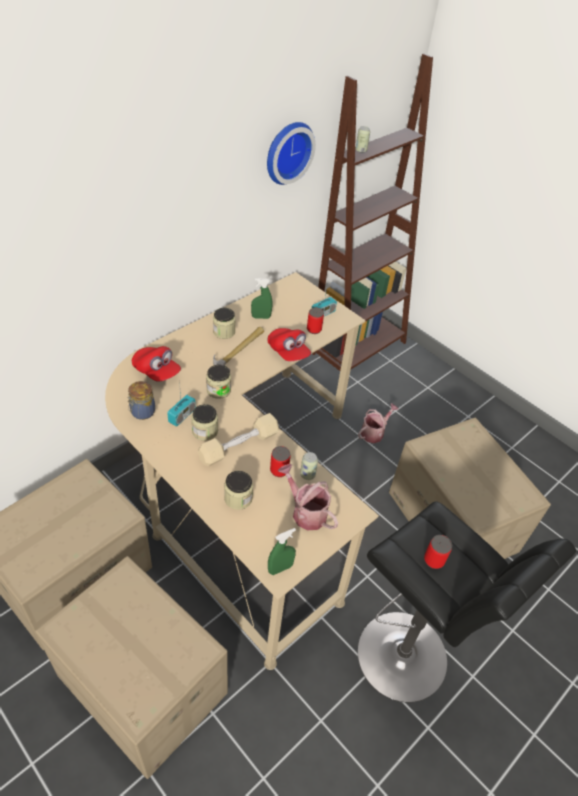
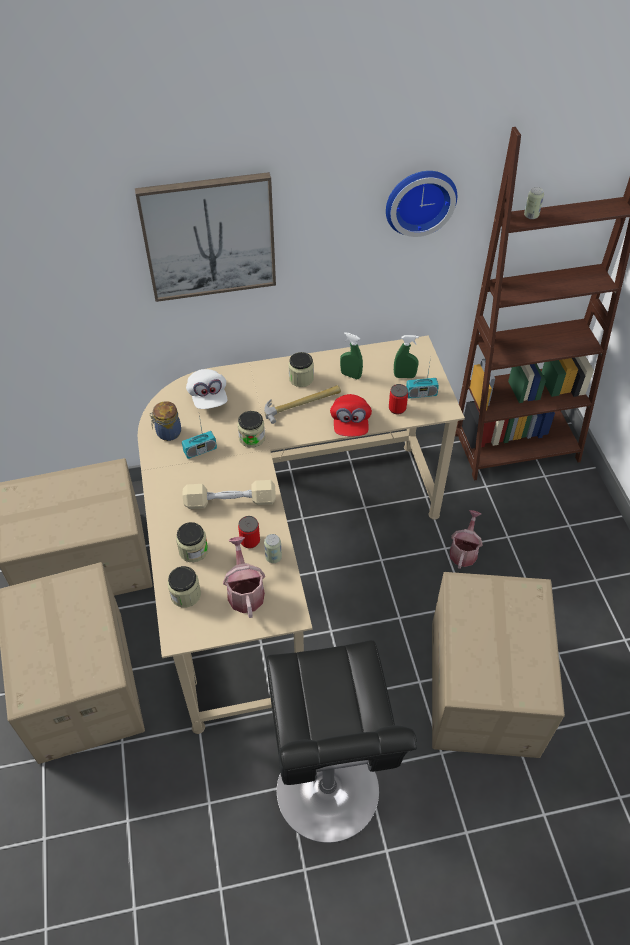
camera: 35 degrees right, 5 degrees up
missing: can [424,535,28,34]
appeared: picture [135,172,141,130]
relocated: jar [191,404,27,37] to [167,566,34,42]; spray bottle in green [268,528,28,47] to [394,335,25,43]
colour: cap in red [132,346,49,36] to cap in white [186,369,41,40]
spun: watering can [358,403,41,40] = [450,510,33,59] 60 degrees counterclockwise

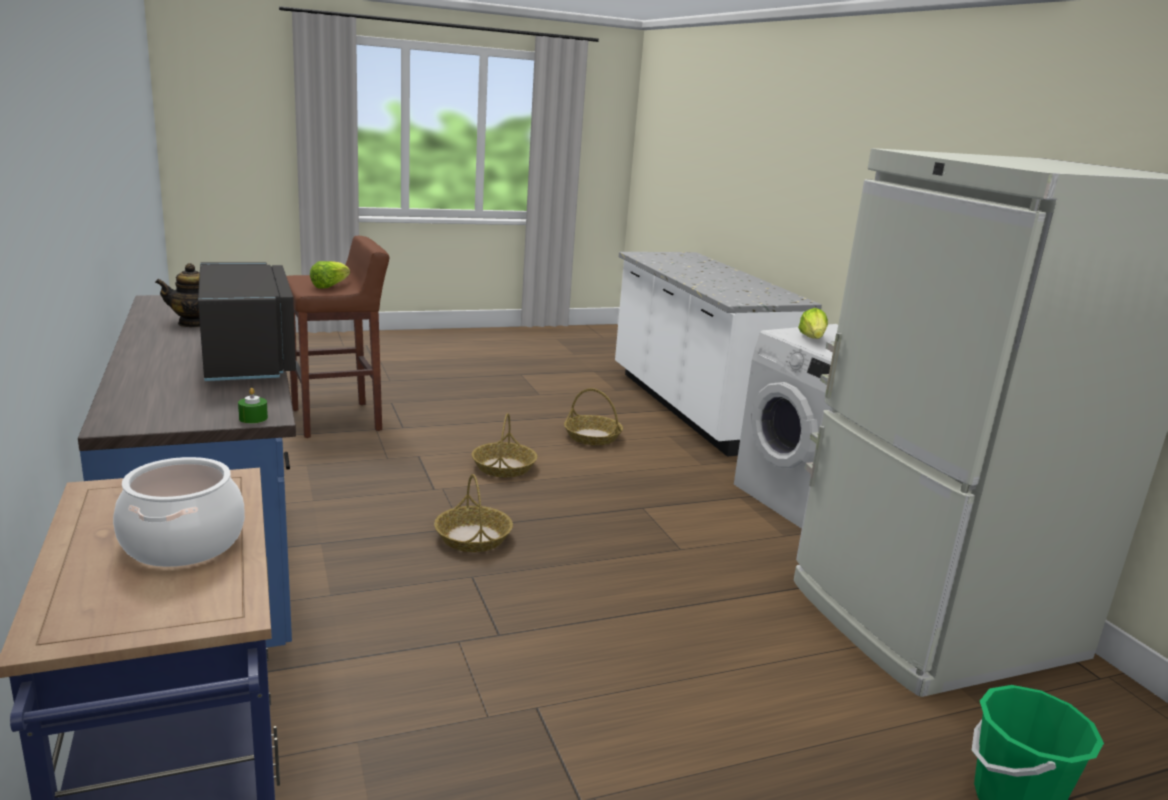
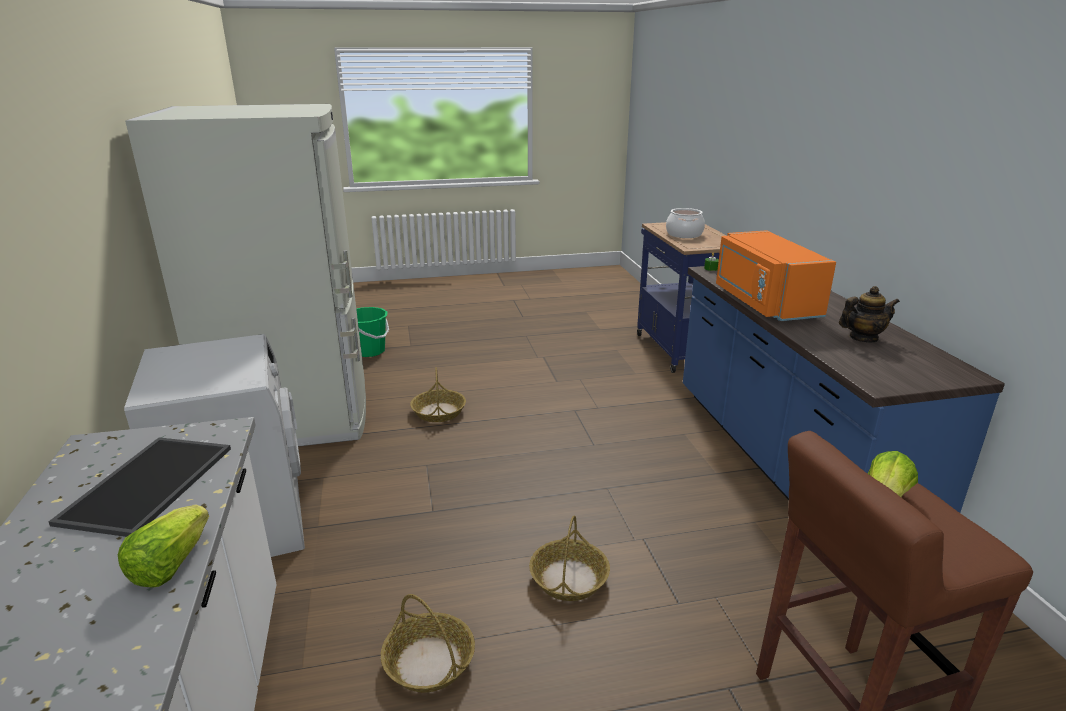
camera: 170 degrees left, 5 degrees up
appeared: tray [48,437,183,100]
relocated: basket [434,474,79,78] to [410,367,56,55]; lettuce [798,308,30,31] to [118,505,91,82]
colour: microwave in black [198,262,98,119] to microwave in orange [716,230,120,91]

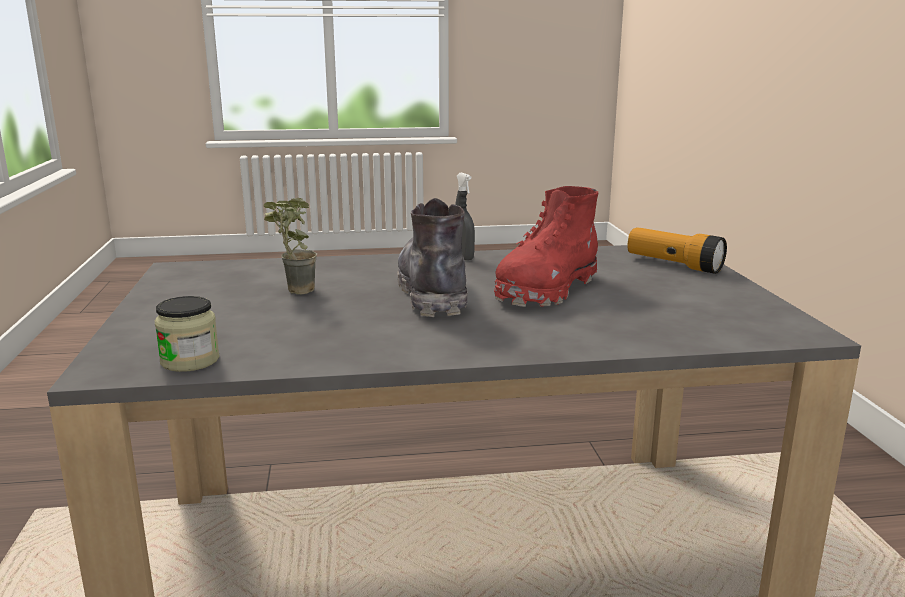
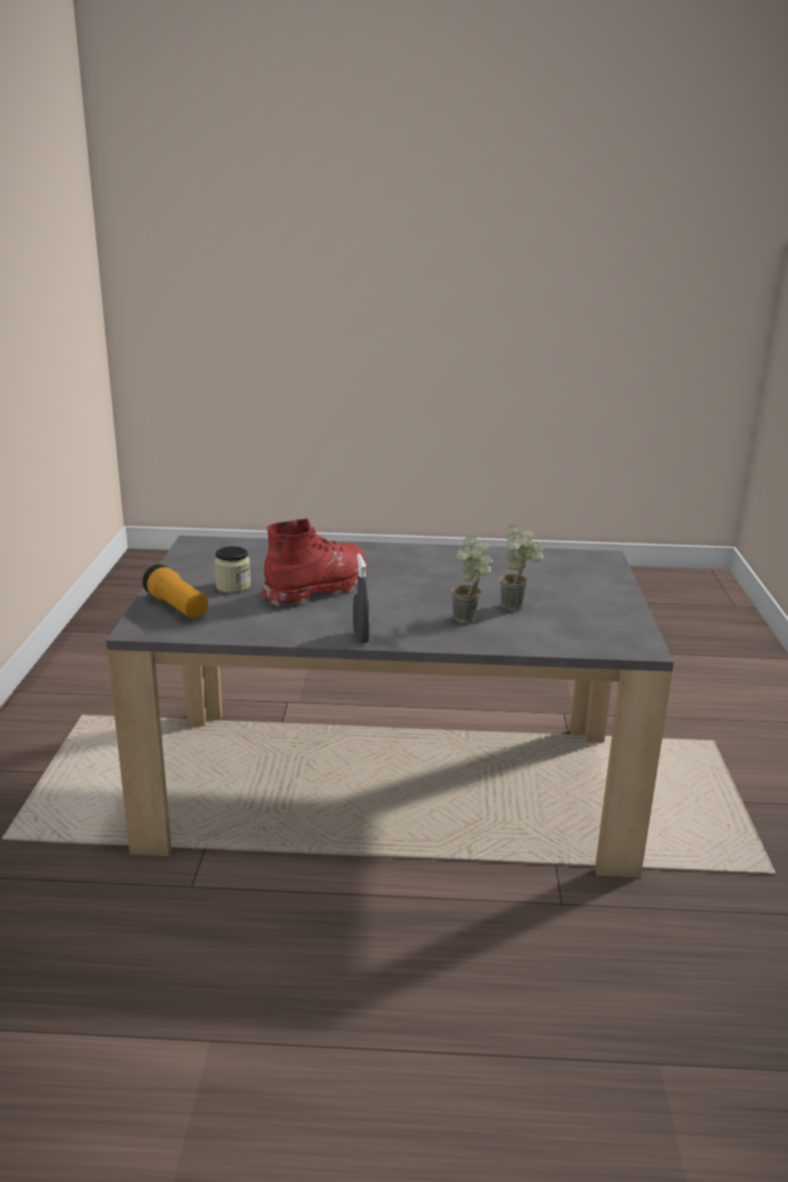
camera: 170 degrees left, 5 degrees up
missing: boot in grey [397,198,71,119]
appeared: potted plant [451,534,42,89]
relocated: jar [155,296,64,76] to [214,546,37,47]

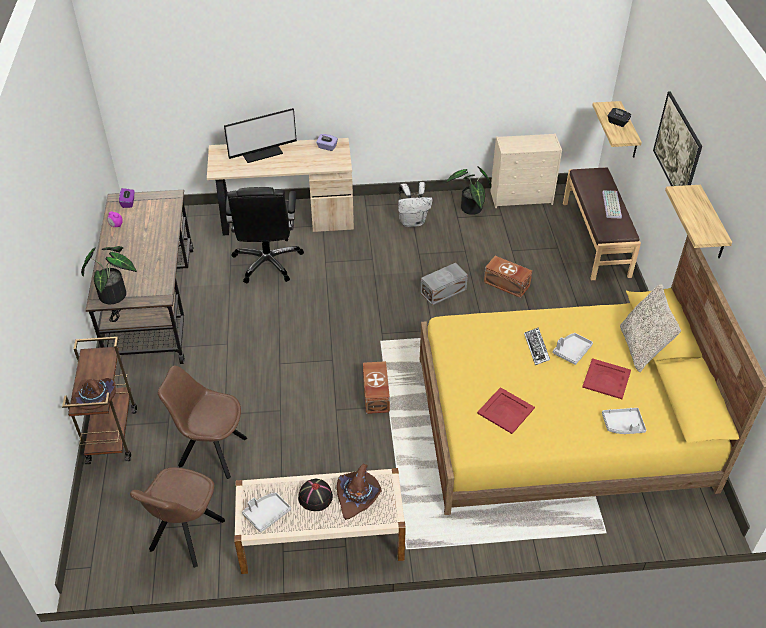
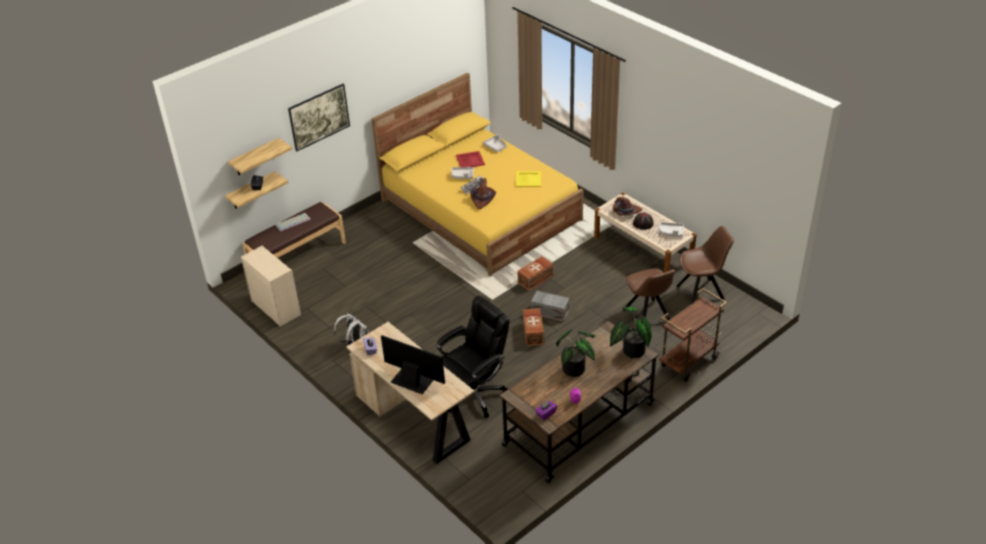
camera: 125 degrees left, 5 degrees down
missing: pillow in beige [620,284,61,88]
relocated: hat in brown [72,378,44,32] to [470,178,27,31]; storage box in grey [420,263,48,42] to [531,291,38,31]; potted plant [446,166,46,49] to [556,329,40,48]; storage box in brown [484,256,48,42] to [523,308,21,38]; shelf [665,185,67,73] to [228,138,64,37]
colour: tray in red [477,387,58,47] to tray in yellow [516,171,25,16]

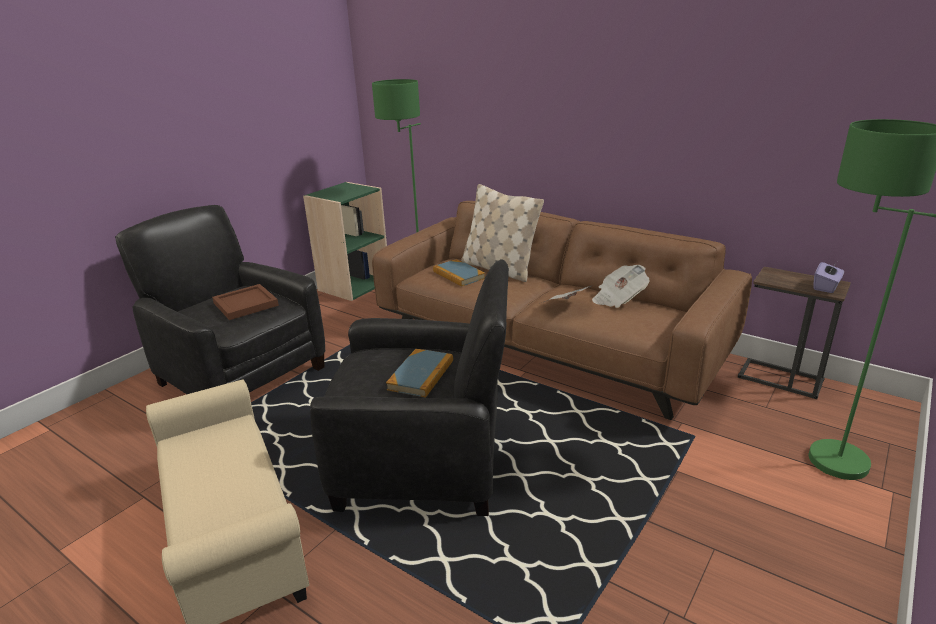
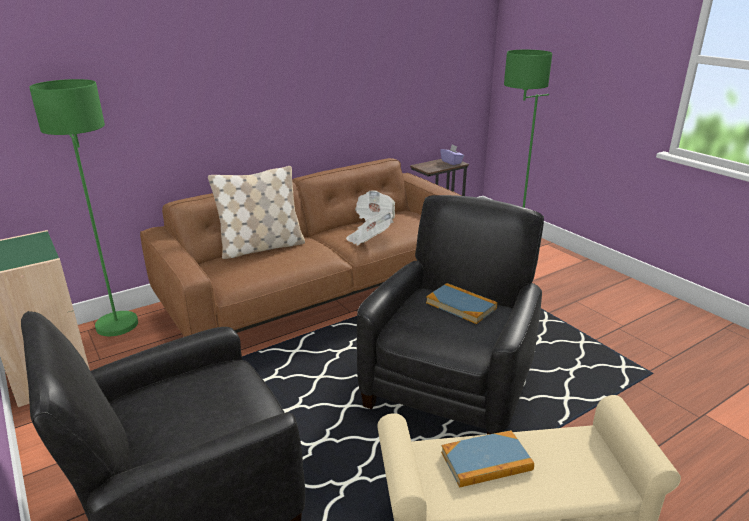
camera: 70 degrees left, 0 degrees up
missing: tray in brown [212,284,67,36]
relocated: book [433,259,52,27] to [441,430,93,58]

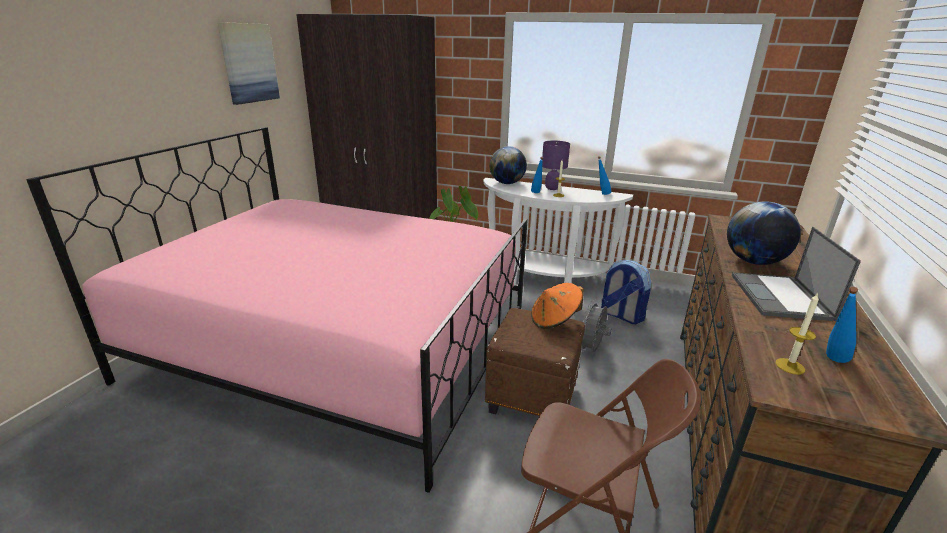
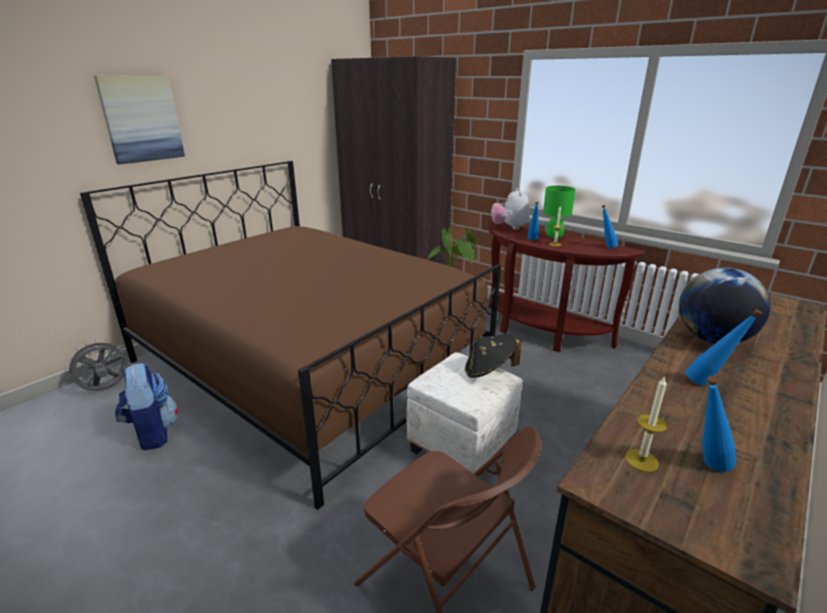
camera: 20 degrees right, 0 degrees up
relocated: picture [218,22,62,83] to [94,76,91,88]; fan in grey [581,300,31,52] to [65,339,64,52]; backpack [601,260,50,64] to [115,363,63,87]
exchanged: globe [490,146,37,38] to plush toy [491,188,39,42]; laptop [732,227,129,94] to bottle in blue [685,309,77,77]
colour: bed in pink [26,127,502,366] to bed in brown [80,161,421,349]; console table in white [483,178,150,106] to console table in brown [487,221,158,131]; ottoman in brown [485,308,100,108] to ottoman in white [407,352,116,122]; hat in orange [531,283,53,46] to hat in black [465,334,56,44]; table lamp in purple [542,141,28,49] to table lamp in green [543,186,32,53]

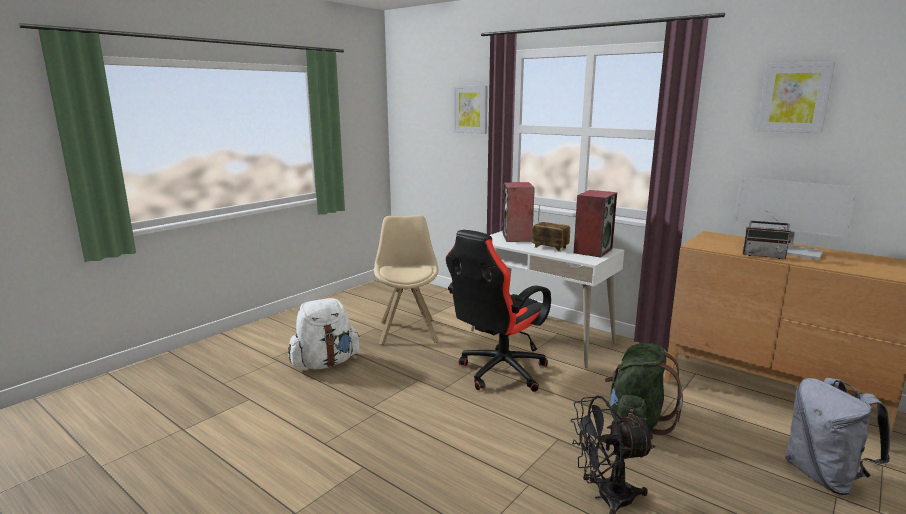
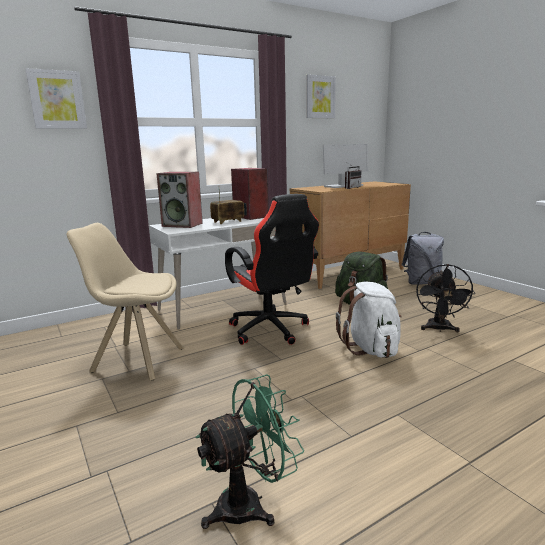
camera: 70 degrees left, 0 degrees up
appeared: fan in green [195,374,109,155]
relocated: backpack in white [288,298,72,71] to [336,282,66,76]

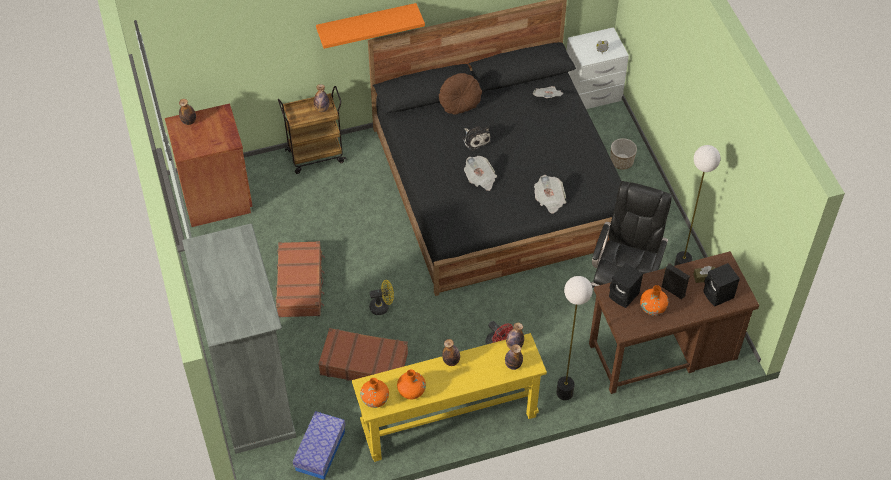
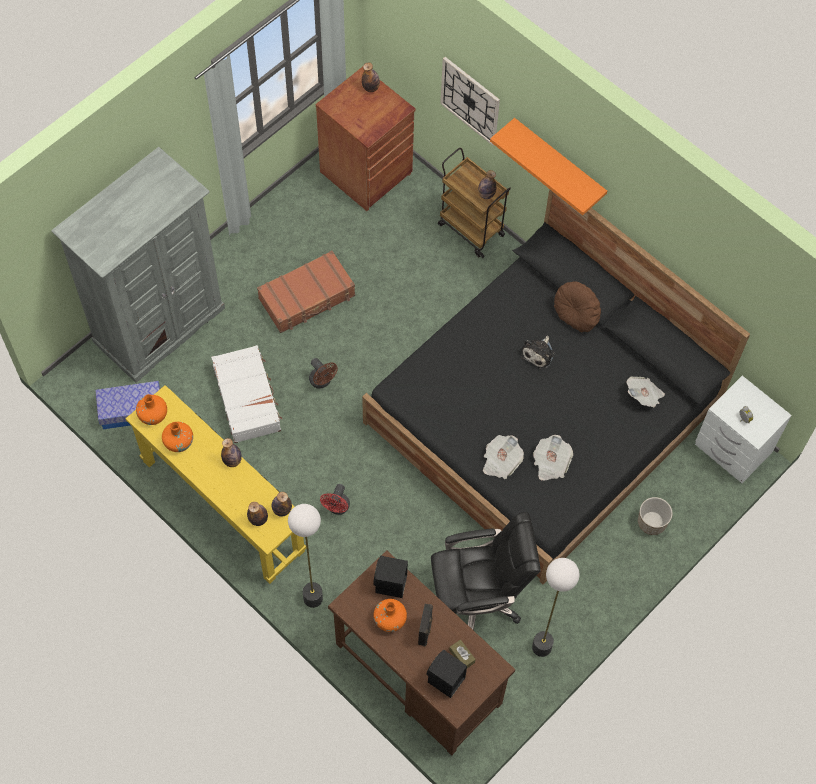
camera: 60 degrees right, 10 degrees up
appeared: wall clock [440,57,60,89]
relocated: newspaper [464,156,33,35] to [533,435,40,45]
colour: suitcase in brown [318,328,90,53] to suitcase in white [211,345,72,98]; fan in yellow [369,280,25,35] to fan in brown [309,358,29,31]

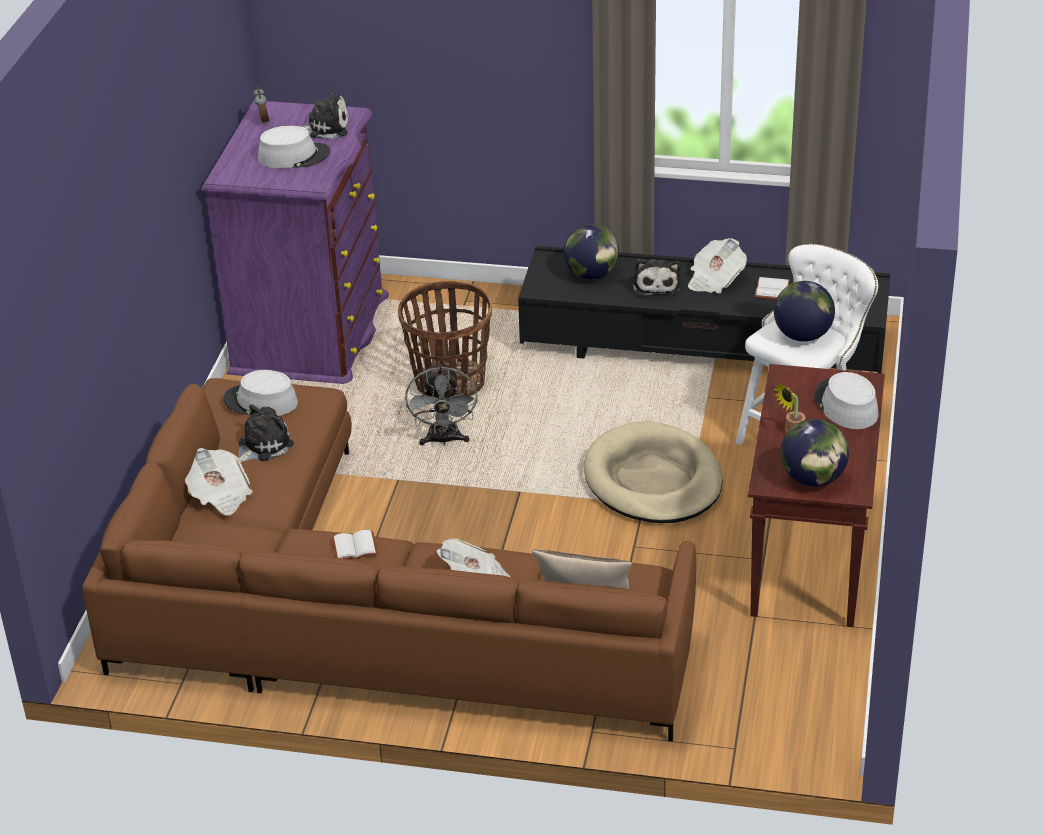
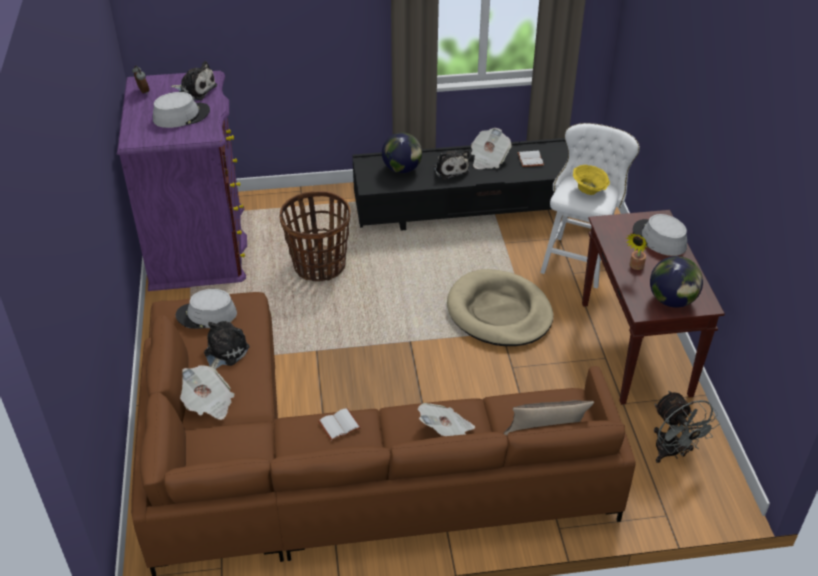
camera: 20 degrees left, 5 degrees up
relocated: fan in grey [405,361,73,85] to [654,391,66,72]
exchanged: globe [774,281,61,61] to bowl in yellow [573,165,37,30]
spun: plush toy [301,88,48,51] = [170,61,47,39] 45 degrees clockwise

